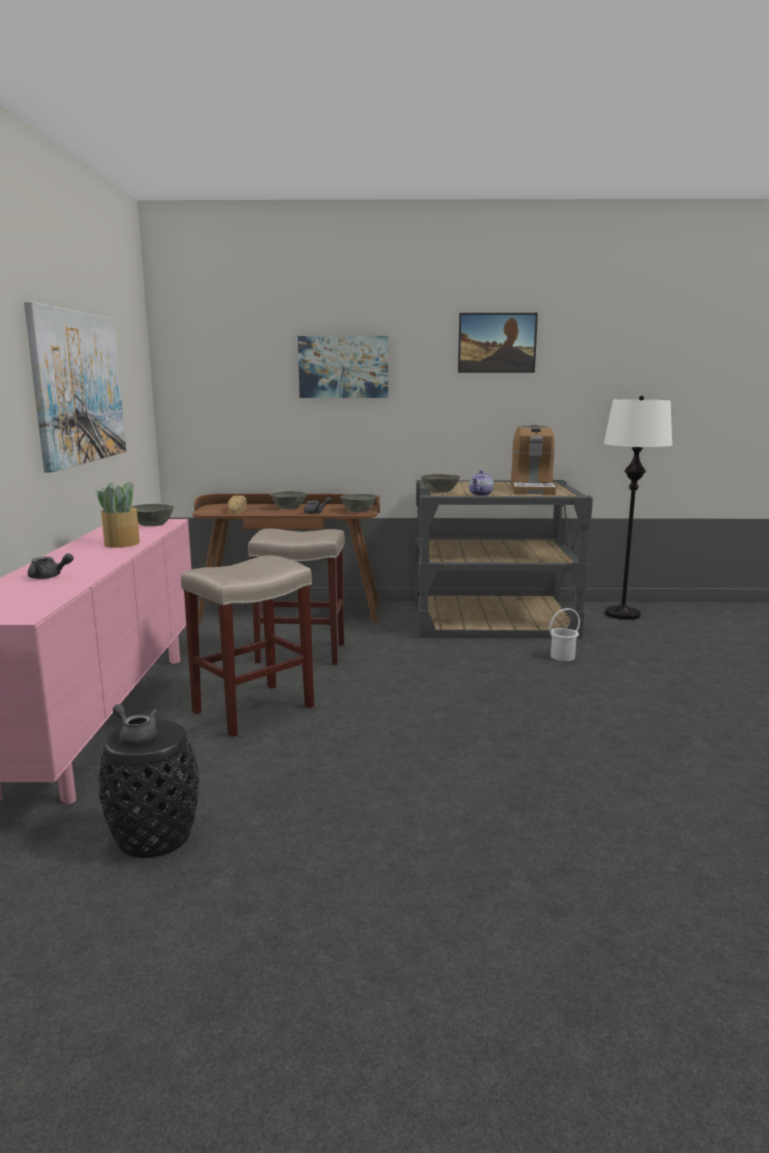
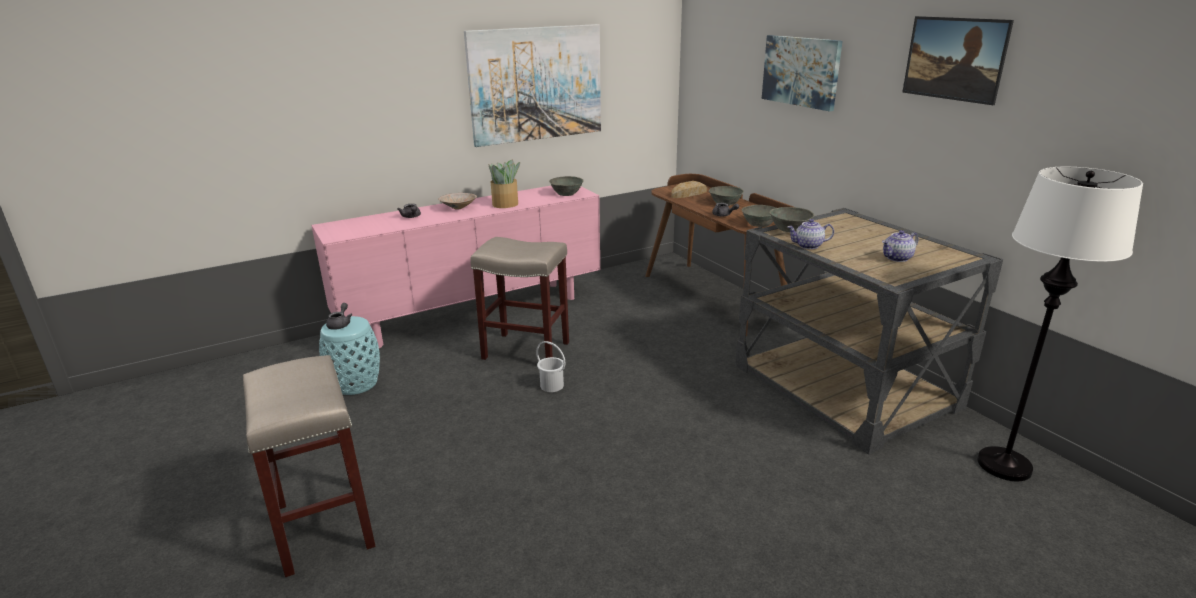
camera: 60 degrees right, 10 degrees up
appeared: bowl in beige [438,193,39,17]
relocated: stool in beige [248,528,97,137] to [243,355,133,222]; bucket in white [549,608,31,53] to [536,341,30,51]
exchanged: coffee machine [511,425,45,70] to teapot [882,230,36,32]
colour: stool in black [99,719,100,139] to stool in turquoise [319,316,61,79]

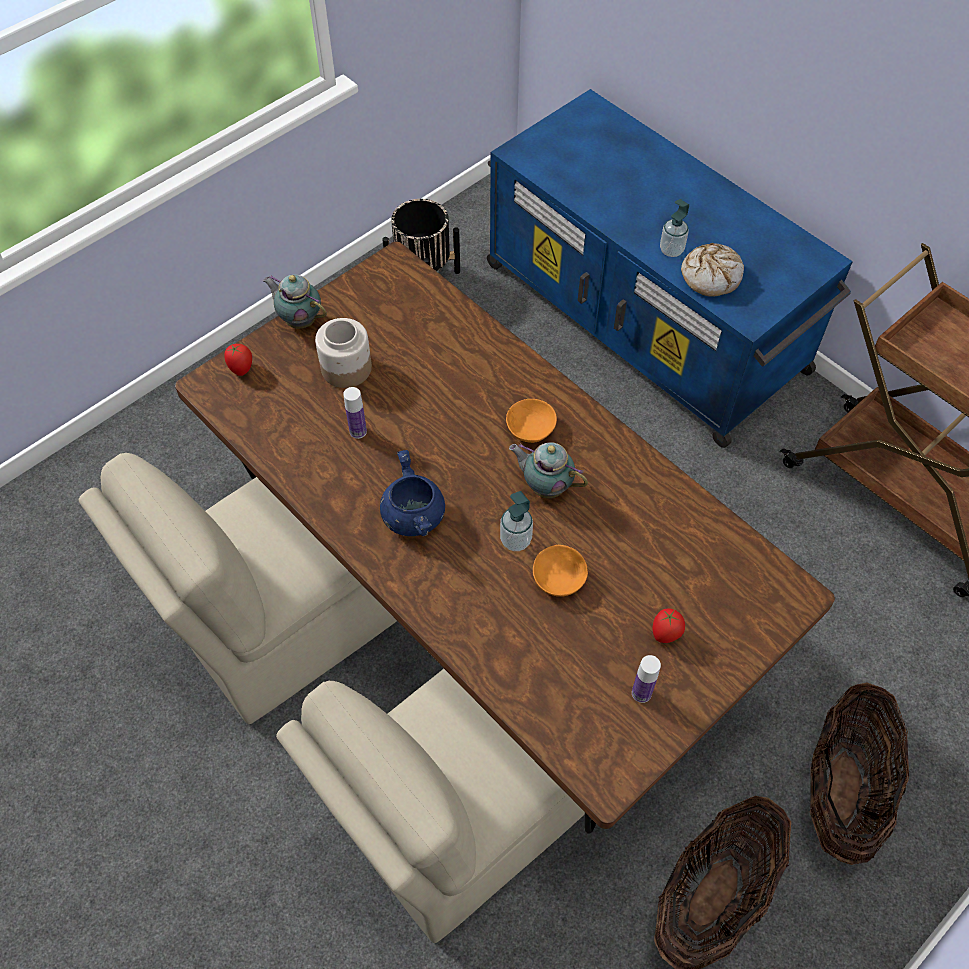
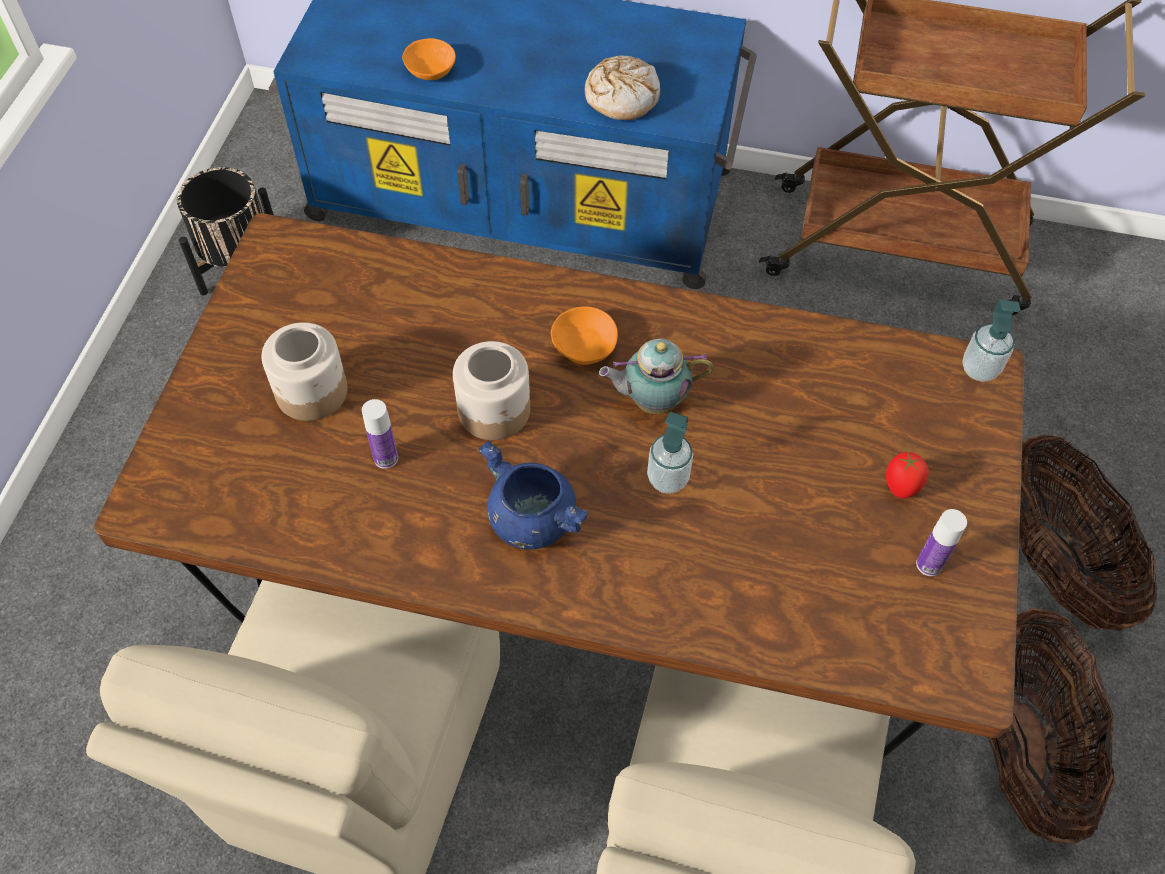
camera: 35 degrees left, 0 degrees up
missing: tomato [224,344,28,32]; teapot [263,274,64,55]
appeared: jar [453,341,77,99]
relocated: bowl in orange [533,545,55,52] to [402,38,54,42]; soap dispenser [660,199,29,58] to [962,299,59,83]

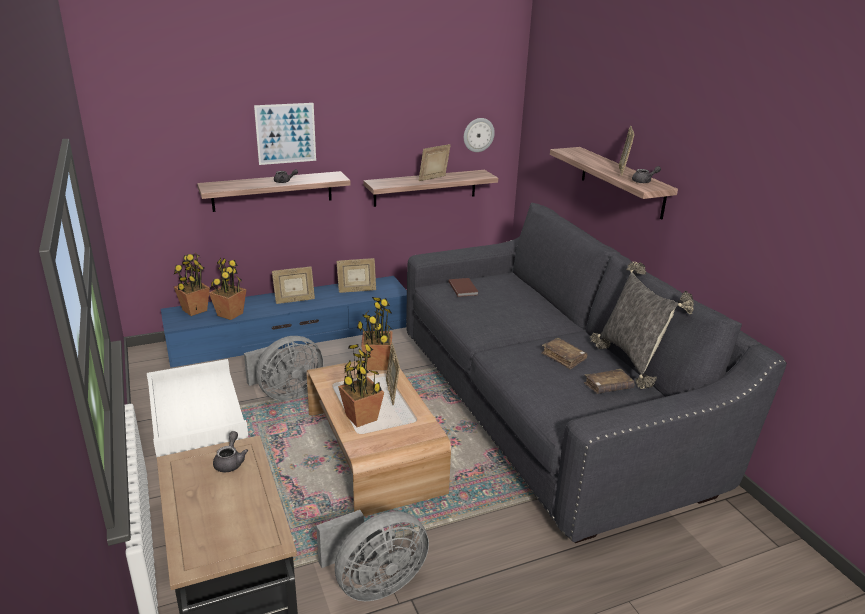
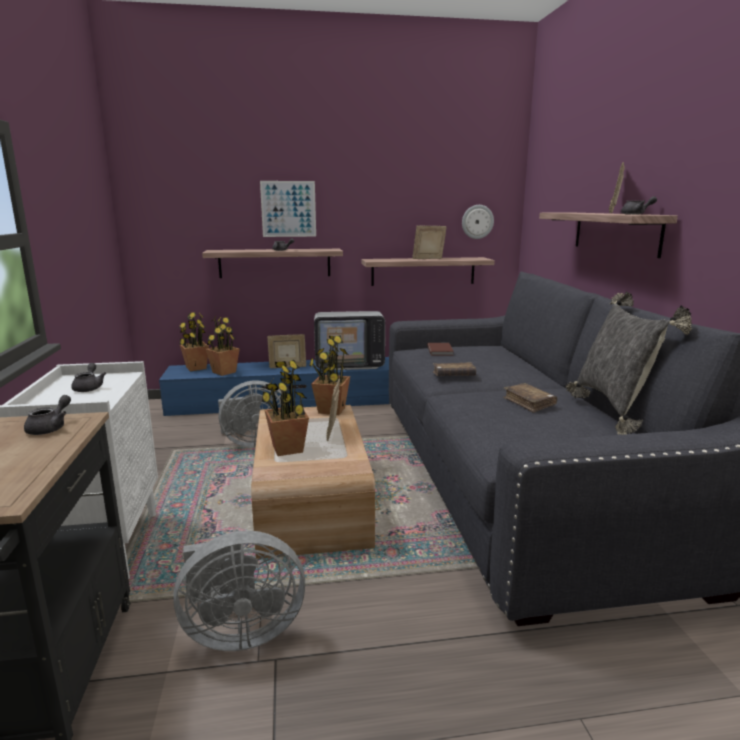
camera: 15 degrees right, 10 degrees down
appeared: teapot in grey [71,363,35,29]
relocated: book in brown [584,369,50,25] to [433,362,43,14]
exchanged: picture frame [336,258,40,35] to television [314,311,71,59]

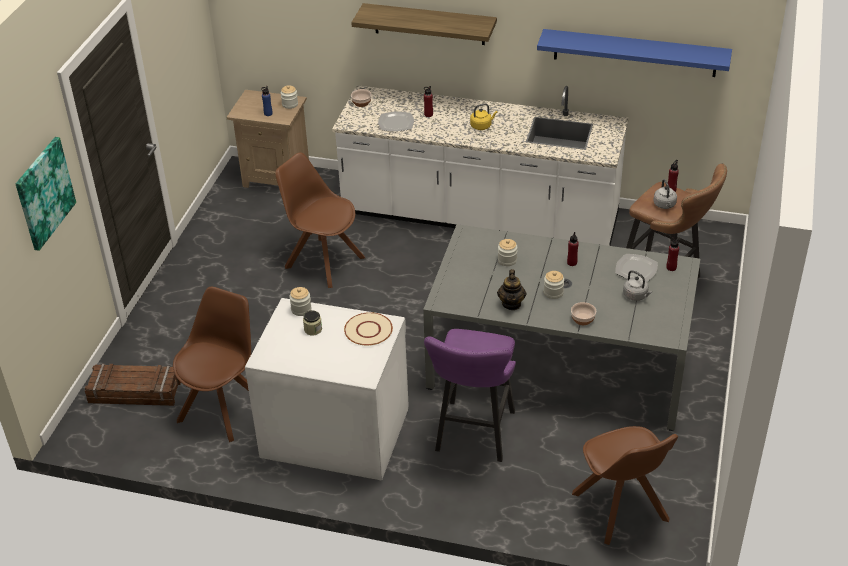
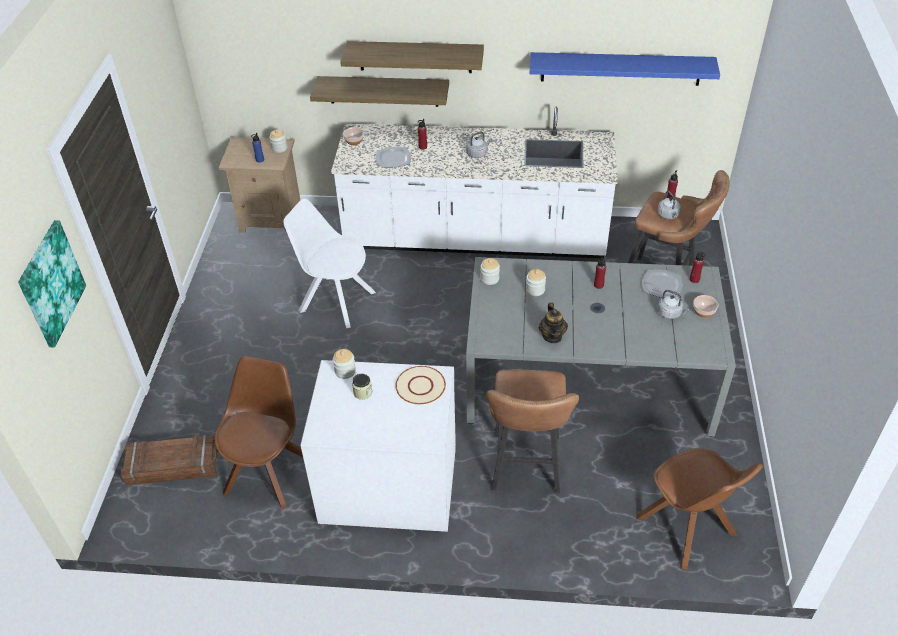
camera: 10 degrees left, 5 degrees up
appeared: shelf [310,76,139,31]
relocated: jar [544,271,20,28] to [481,258,19,27]; bowl [571,302,25,23] to [693,295,25,23]
colour: chair in brown [275,152,90,136] to chair in white [283,198,93,130]; stool in purple [424,329,92,133] to stool in brown [486,370,93,123]; kettle in yellow [470,103,27,27] to kettle in grey [466,132,26,26]

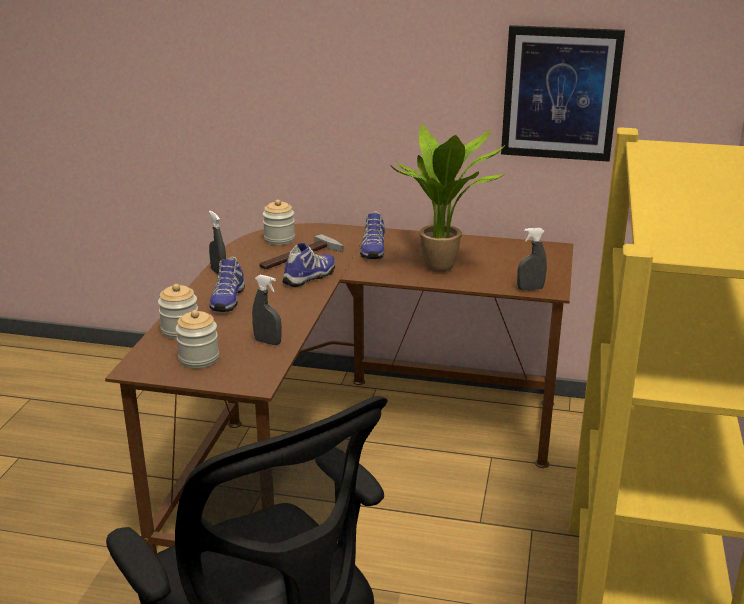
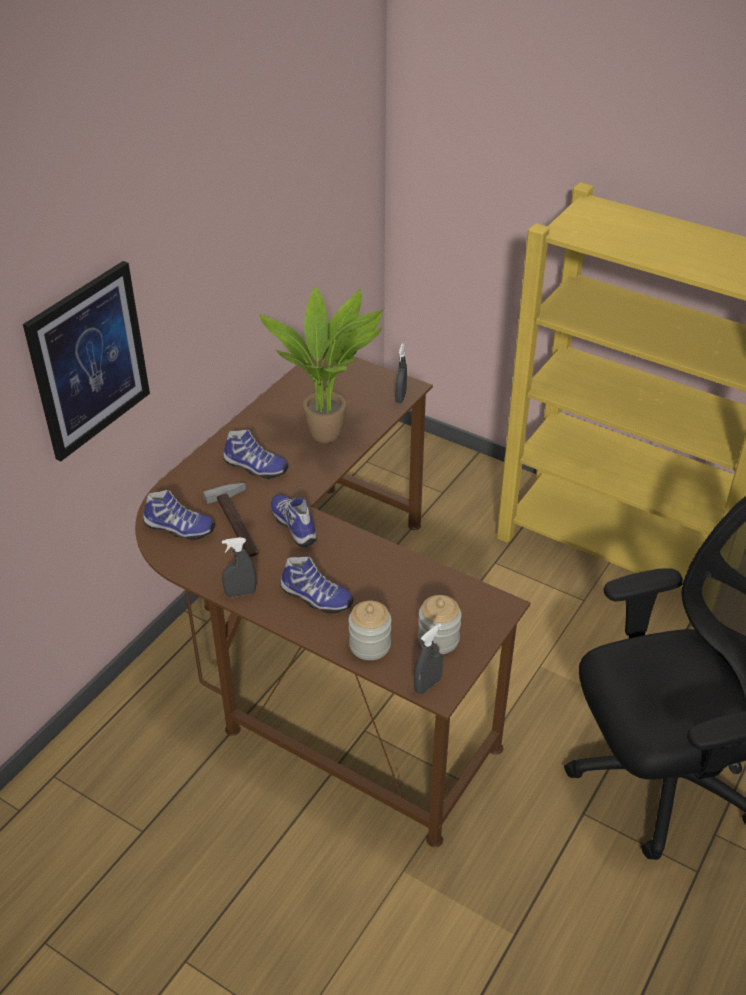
camera: 70 degrees left, 15 degrees up
relocated: spray bottle in grey [252,275,30,70] to [414,623,29,71]; picture [501,25,124,137] to [23,261,127,200]
exchanged: jar [263,200,32,45] to shoe [143,490,72,50]

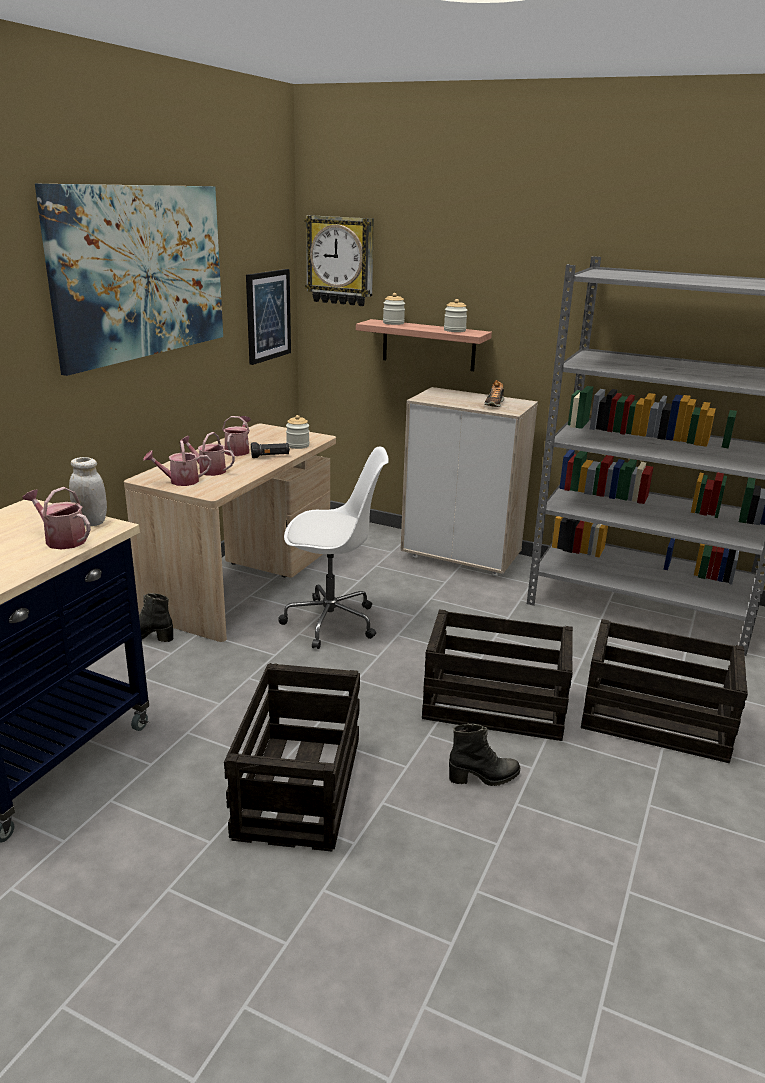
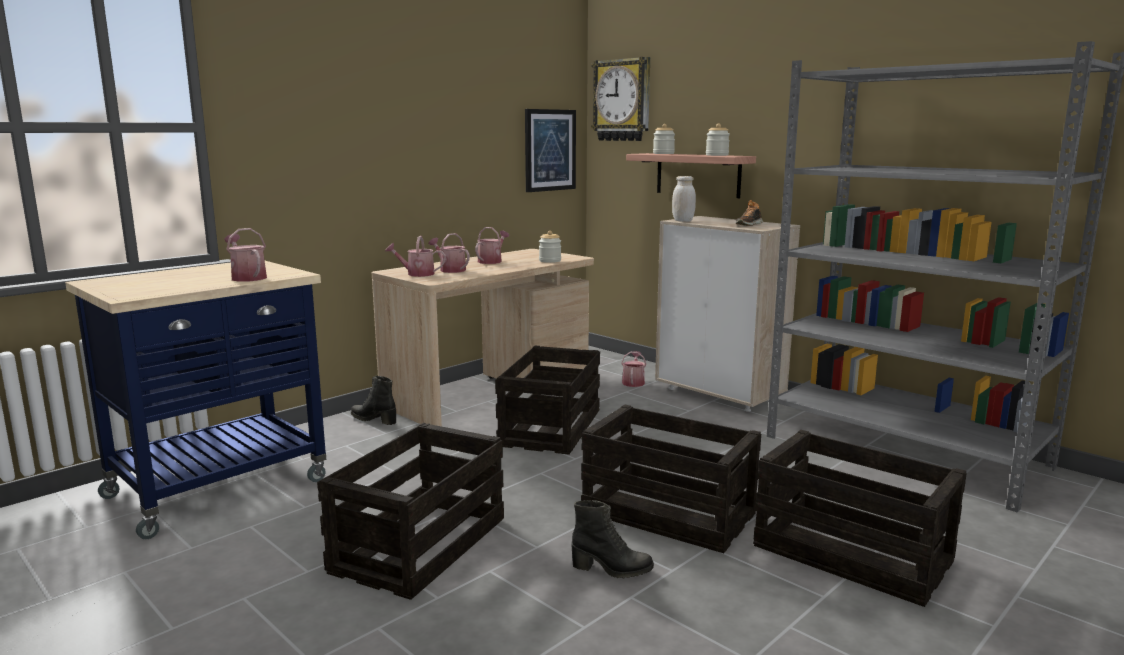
camera: 20 degrees right, 10 degrees down
missing: picture [35,184,188,192]; flashlight in black [251,442,39,16]
appeared: watering can [621,351,25,36]
relocated: jar in white [69,457,38,69] to [672,176,24,46]
exchanged: office chair in white [278,447,111,202] to crate [495,346,105,109]

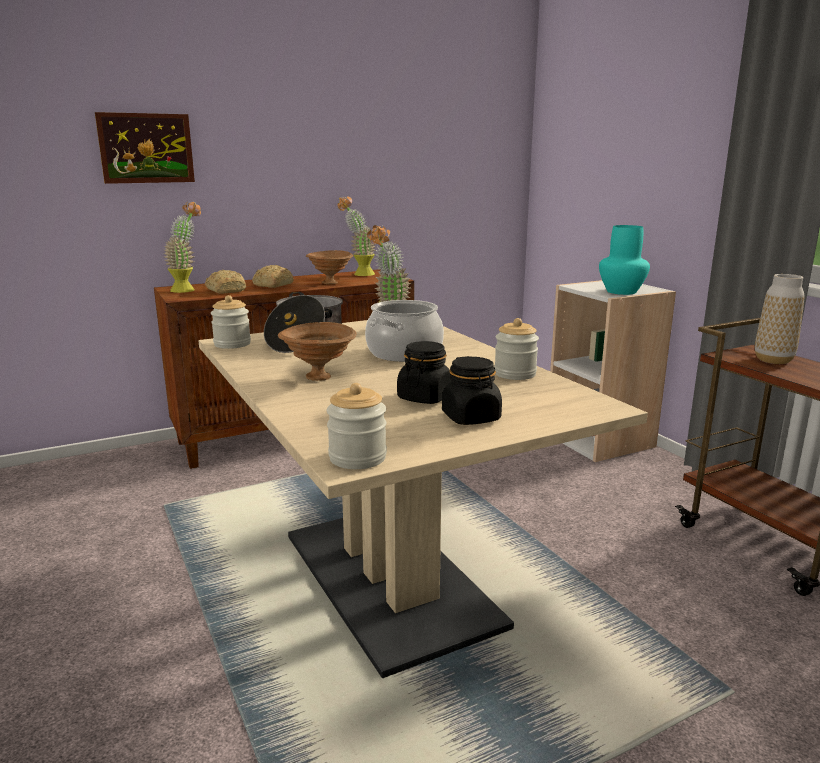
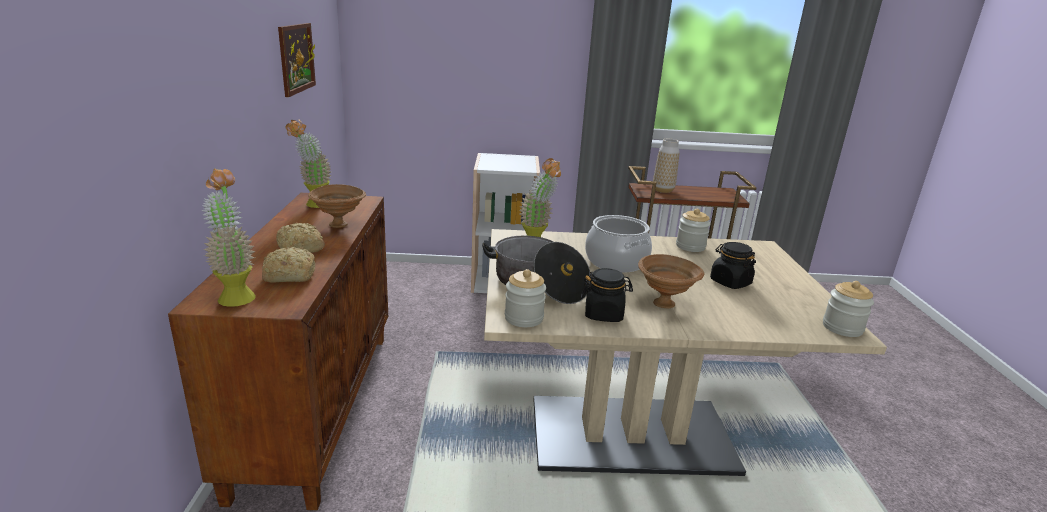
camera: 65 degrees left, 5 degrees up
missing: vase in turquoise [599,225,51,70]
relocated: picture [95,112,100,72] to [278,23,38,74]; jar in black [442,356,60,69] to [581,268,52,54]

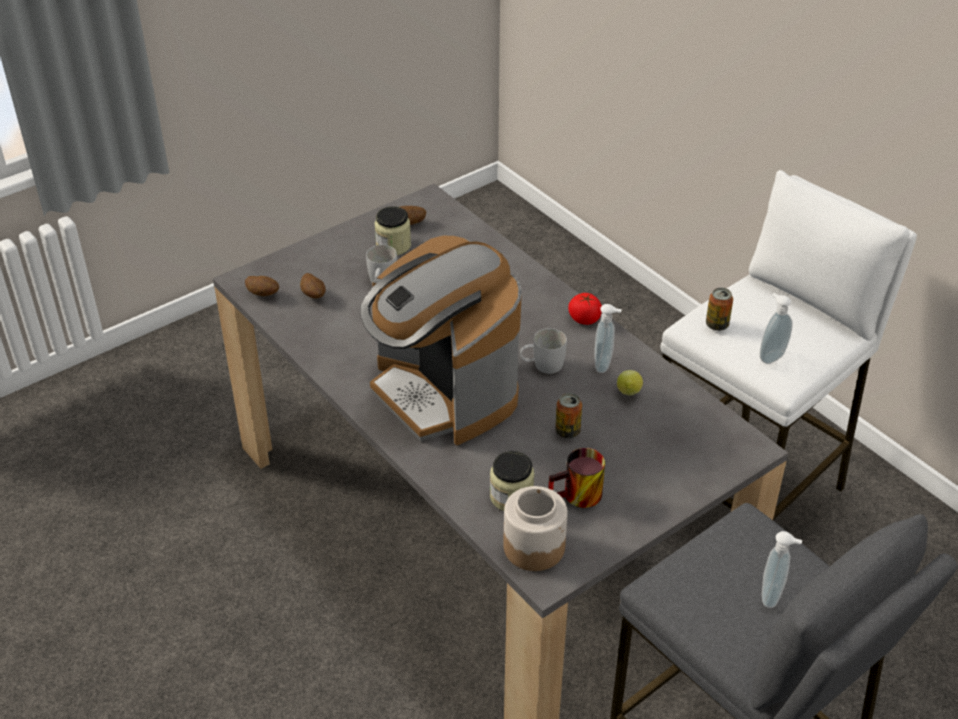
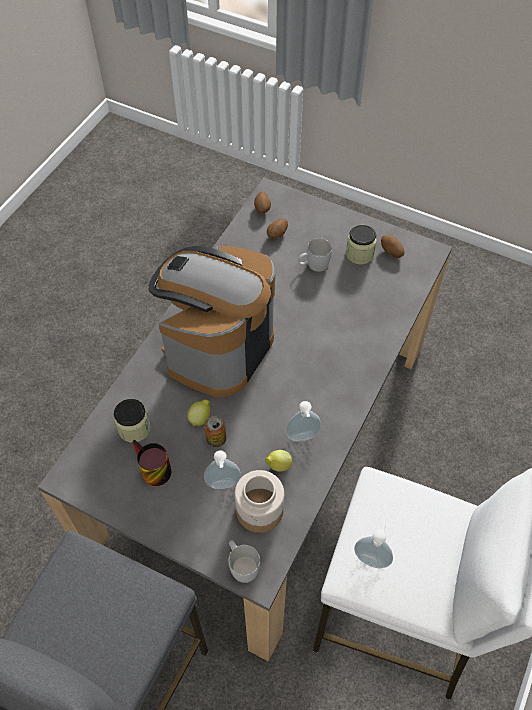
camera: 65 degrees right, 15 degrees up
missing: tomato [568,293,34,32]; can [706,288,27,43]
appeared: lemon [187,399,23,27]
relocated: jar [503,486,64,85] to [235,470,49,63]; mug in white [520,328,47,46] to [228,540,32,43]; soap dispenser [762,531,40,77] to [204,450,37,39]

